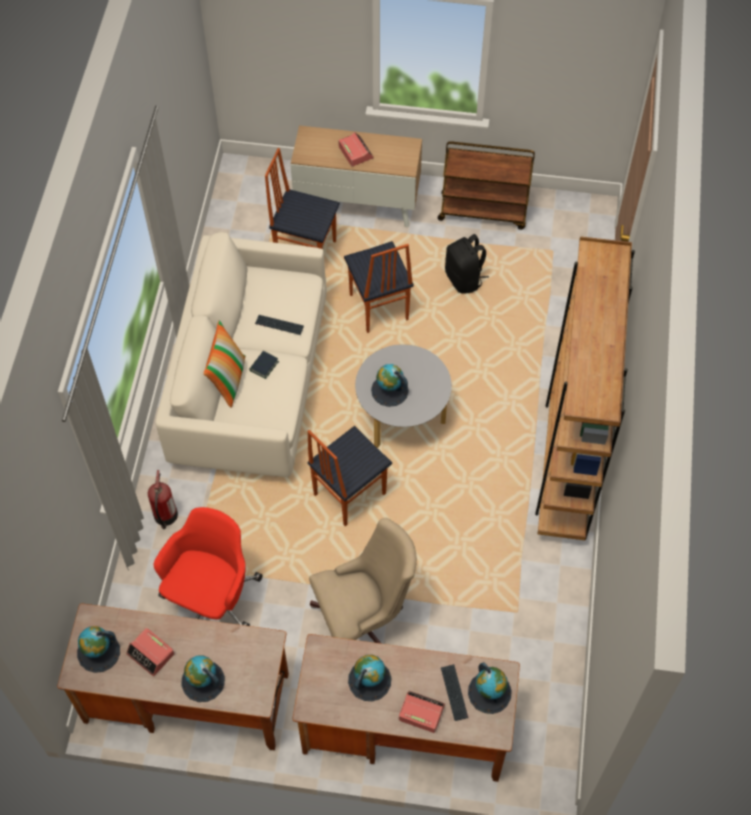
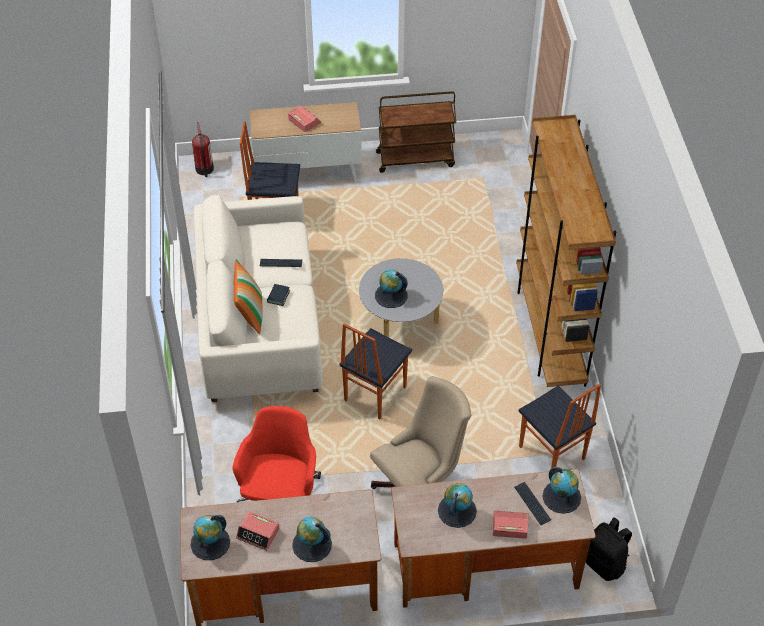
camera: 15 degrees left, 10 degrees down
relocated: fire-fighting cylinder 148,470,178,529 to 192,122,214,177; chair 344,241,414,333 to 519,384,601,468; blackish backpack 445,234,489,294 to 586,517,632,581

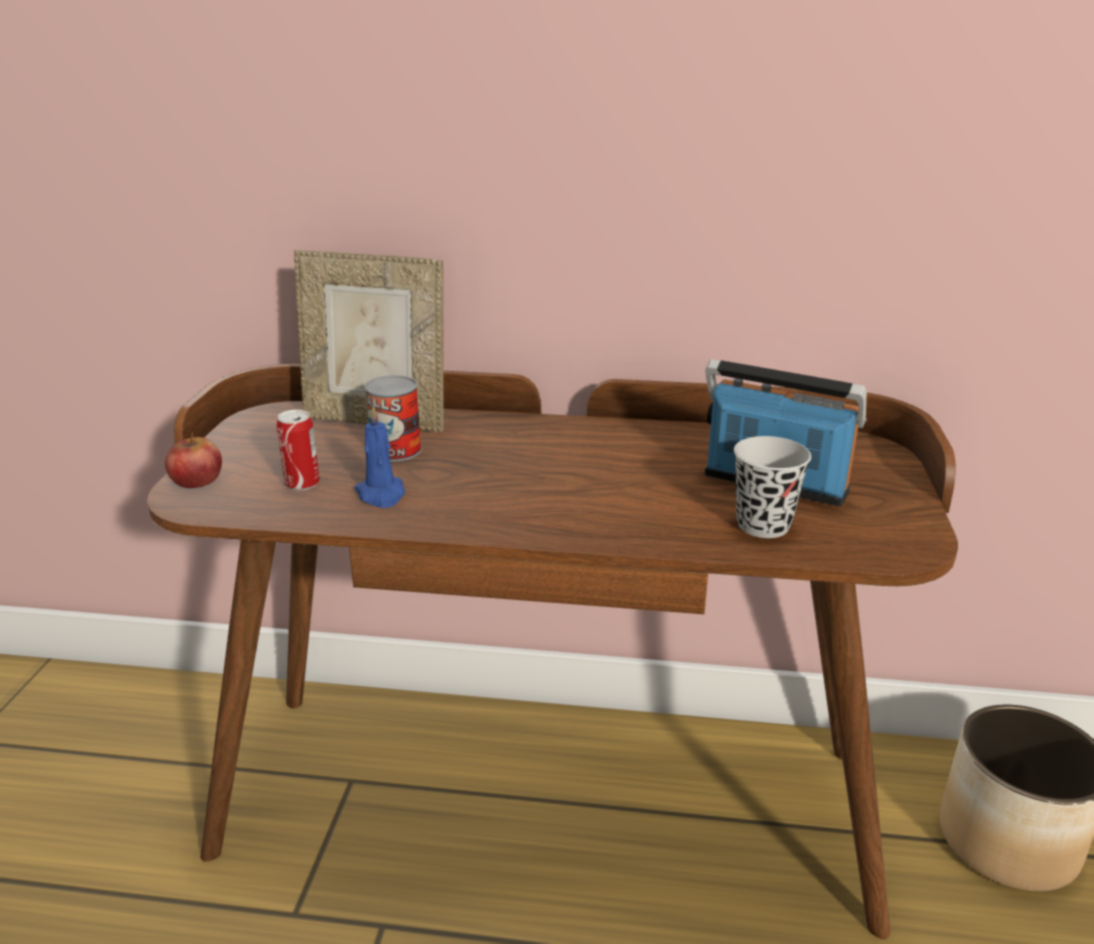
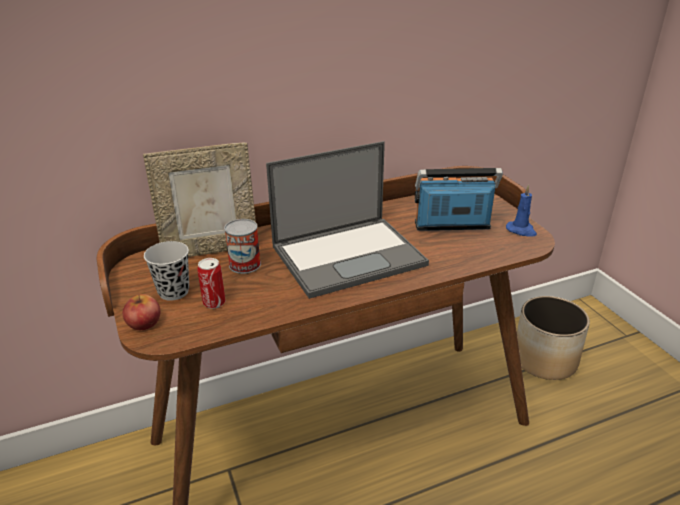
camera: 30 degrees left, 5 degrees up
appeared: portable computer 266,141,429,299
relocated: bluish candle 354,406,405,508 to 506,185,537,236; blackish small cup 734,436,811,538 to 144,241,189,301

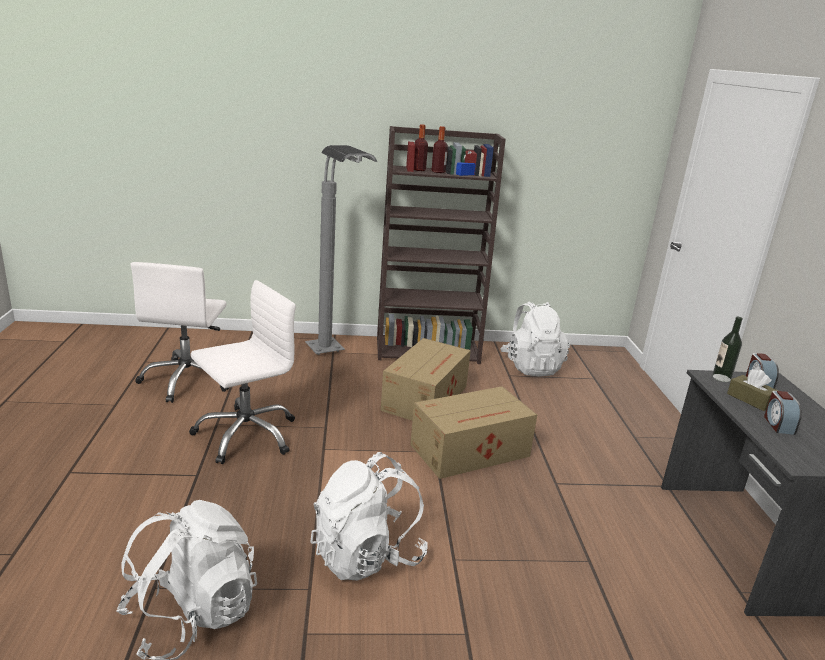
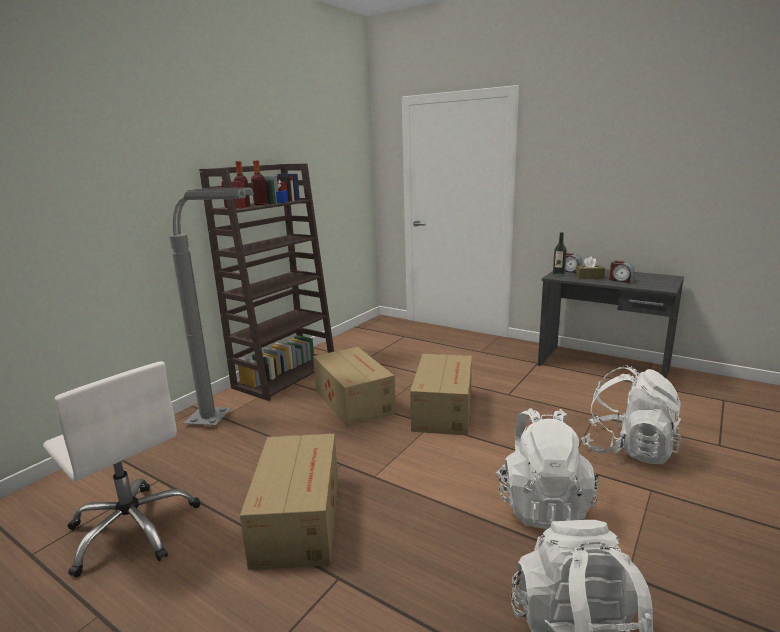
camera: 50 degrees left, 5 degrees down
relocated: white-coloured backpack 500,301,570,377 to 581,365,682,464
exchanged: white-coloured office chair 189,280,296,464 to cardboard box 240,433,338,570

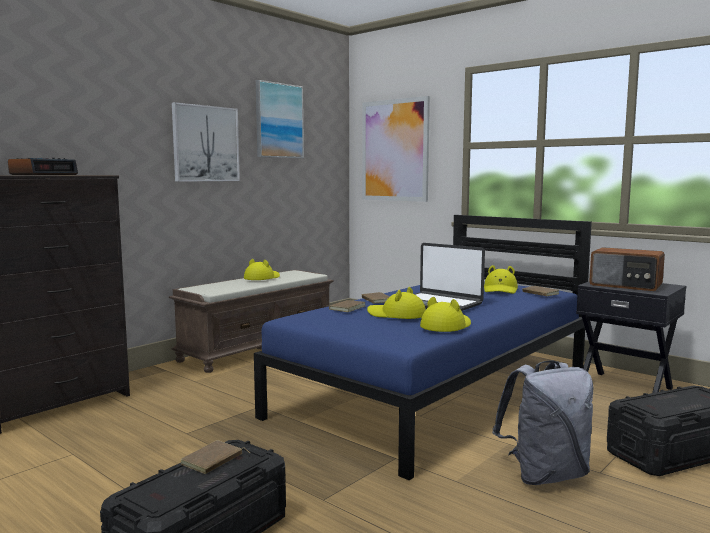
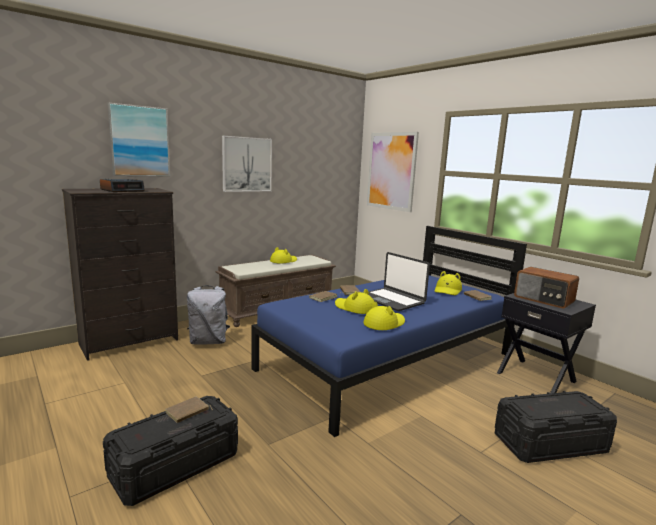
camera: 10 degrees right, 5 degrees up
relocated: wall picture 256,80,304,158 to 108,103,170,176; grey backpack 492,360,594,485 to 187,285,230,345

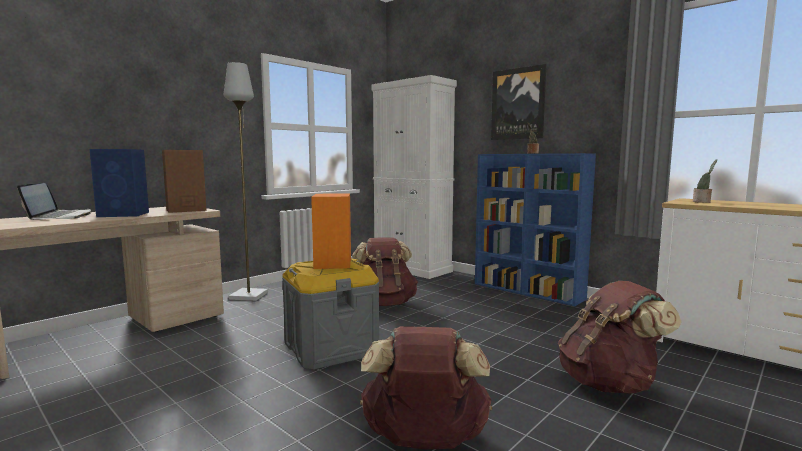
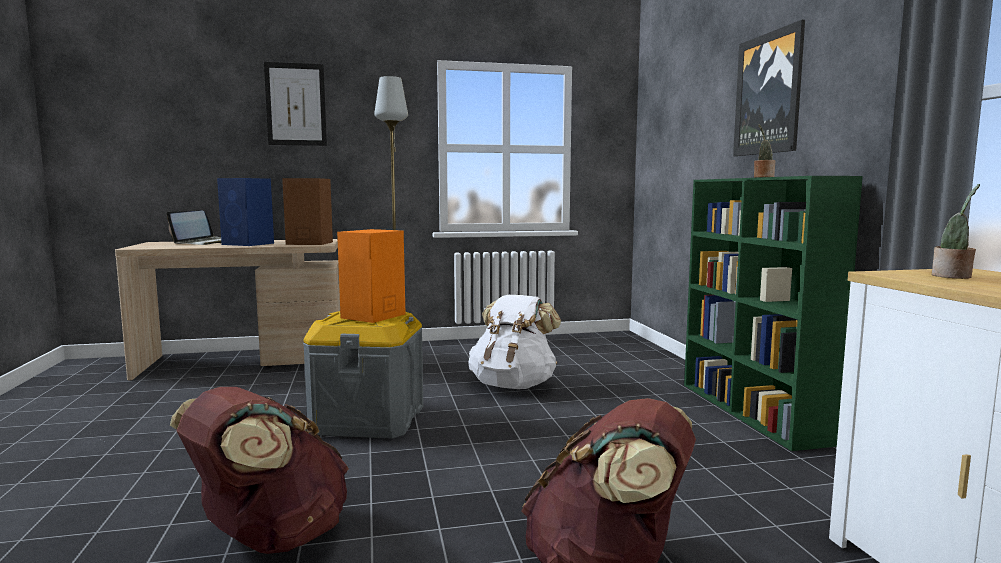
camera: 35 degrees right, 0 degrees up
missing: white-coloured cabinet 372,75,457,279
appeared: wall picture 264,62,327,146
colour: brown backpack 352,237,418,306 to white-coloured backpack 468,295,561,389; bluish bookshelf 475,153,596,306 to green-coloured bookshelf 684,176,863,451

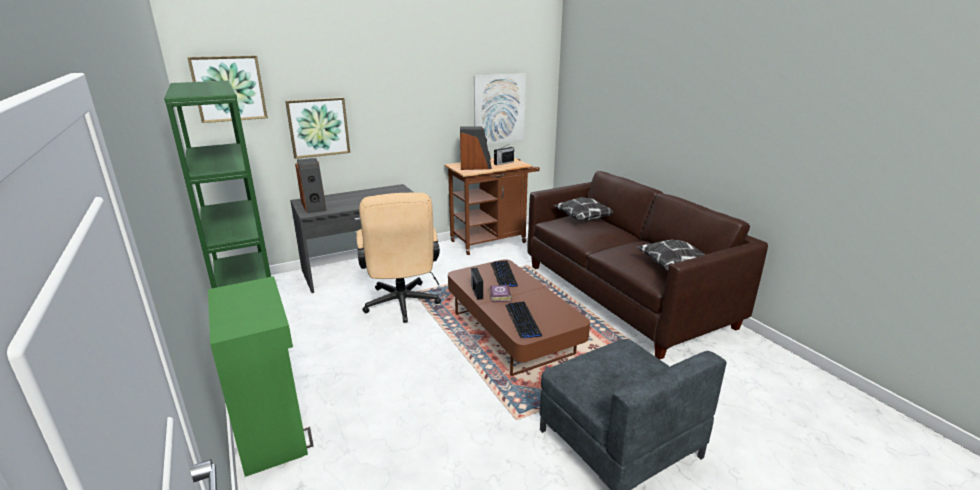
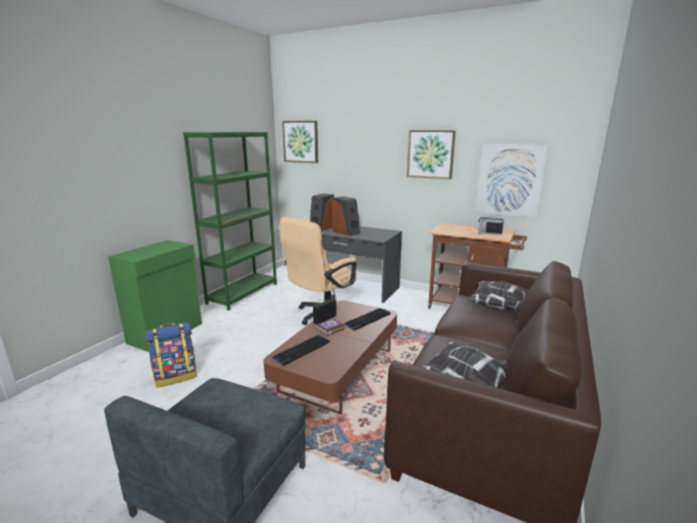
camera: 55 degrees right, 5 degrees down
appeared: backpack 146,322,197,387
relocated: wall picture 285,97,350,159 to 407,130,456,179; speaker 460,126,492,170 to 332,196,360,236

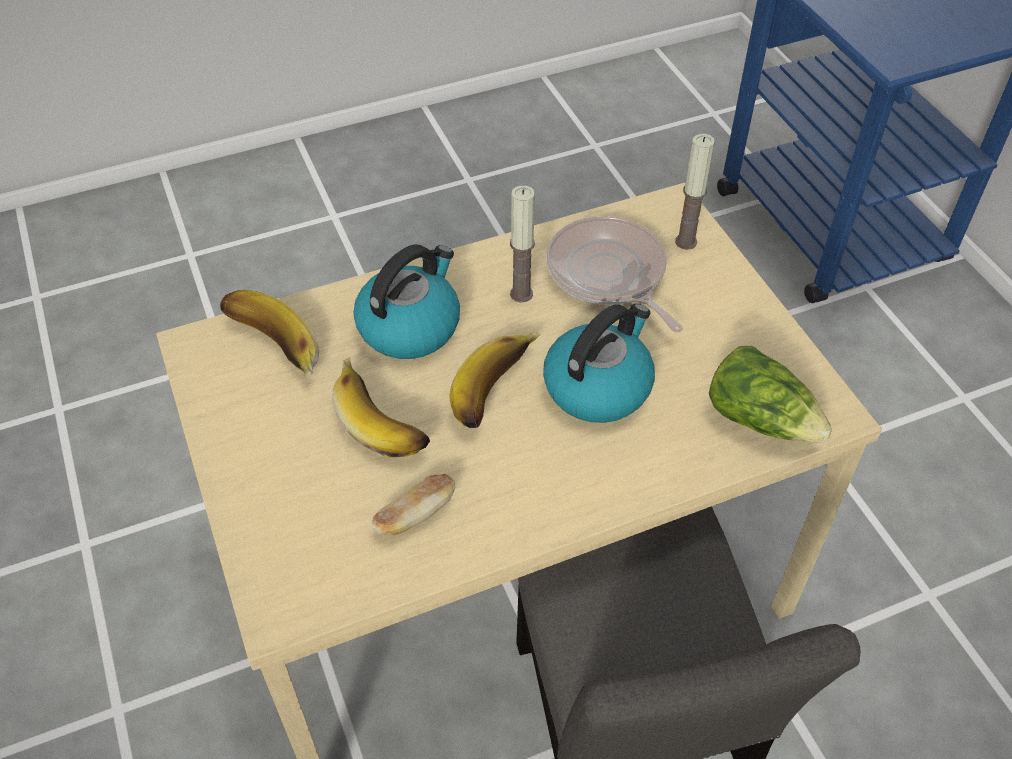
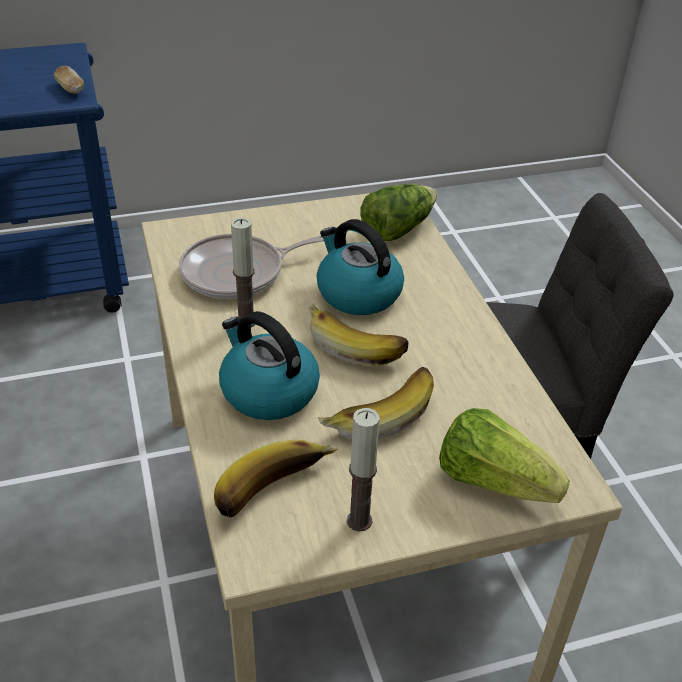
camera: 85 degrees left, 10 degrees down
appeared: lettuce 439,408,570,503
relocated: bread 371,474,455,536 to 54,66,84,94; candle 675,134,715,250 to 347,408,380,532

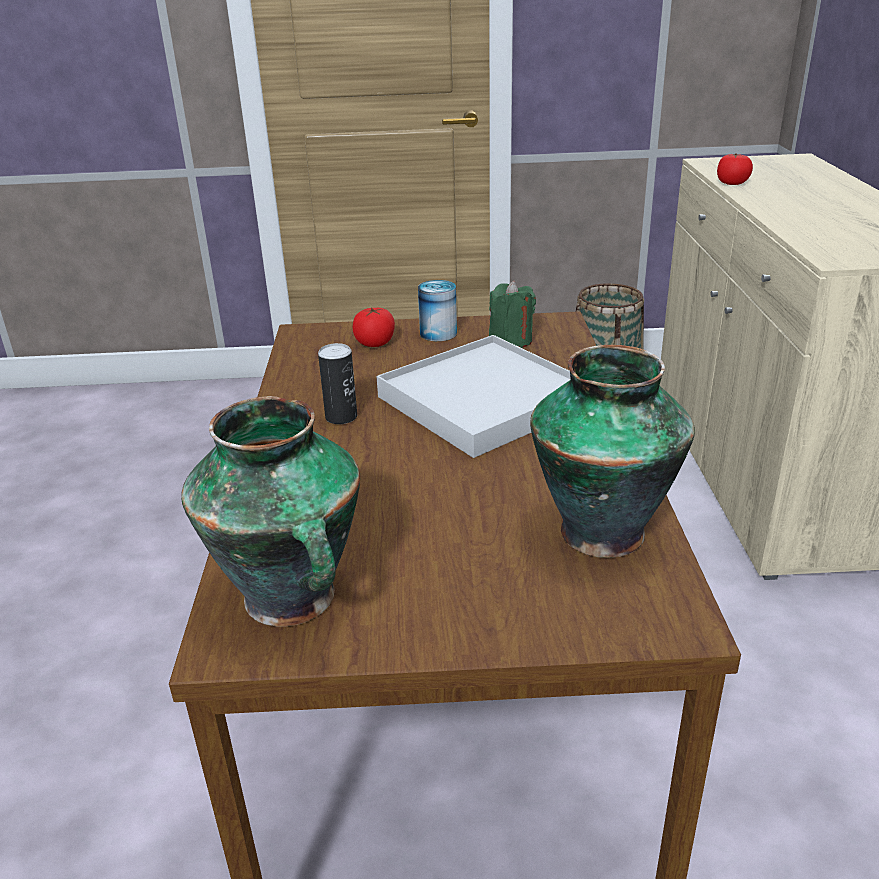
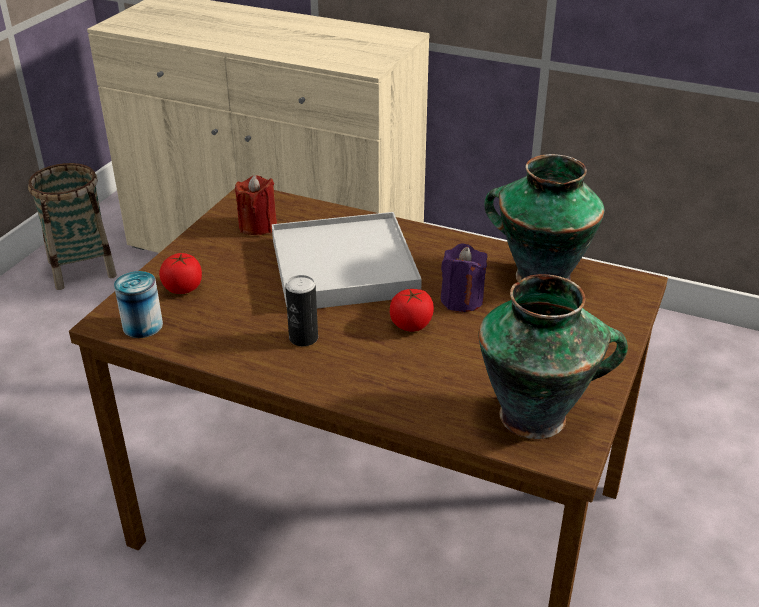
camera: 65 degrees left, 5 degrees up
appeared: purple candle 441,244,488,312
relocated: sealed can 418,280,457,341 to 114,271,163,338; tomato 717,153,753,185 to 390,289,434,331
colour: green-coloured candle 489,281,536,348 to reddish candle 235,175,277,235

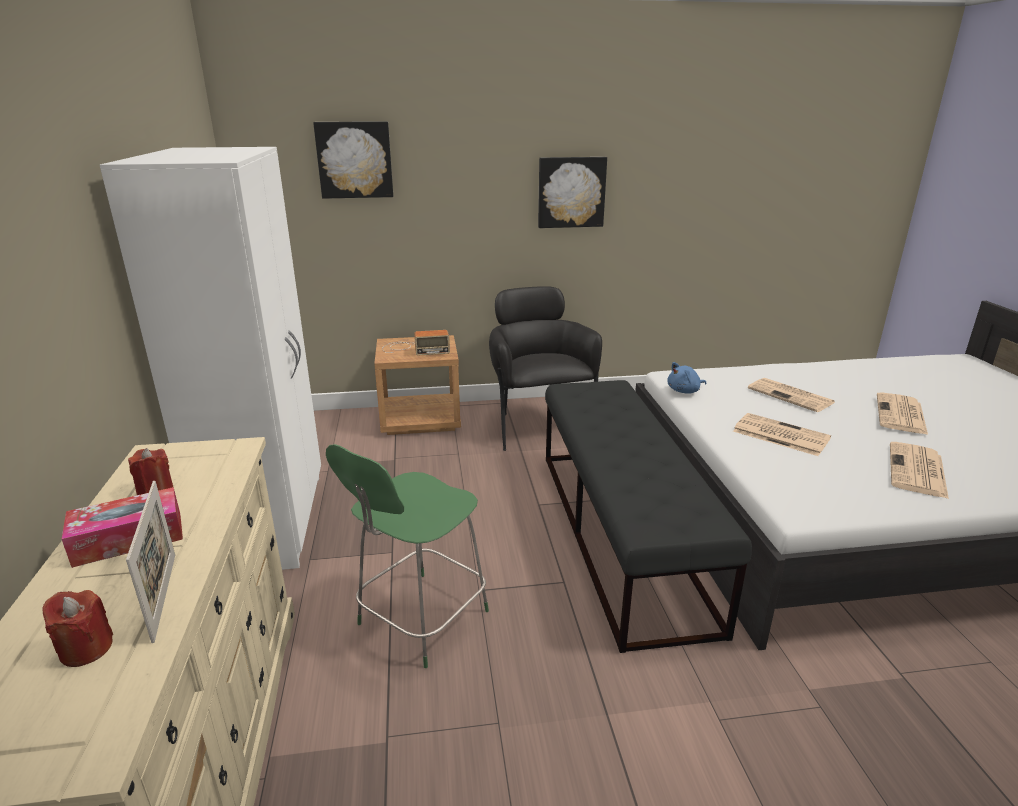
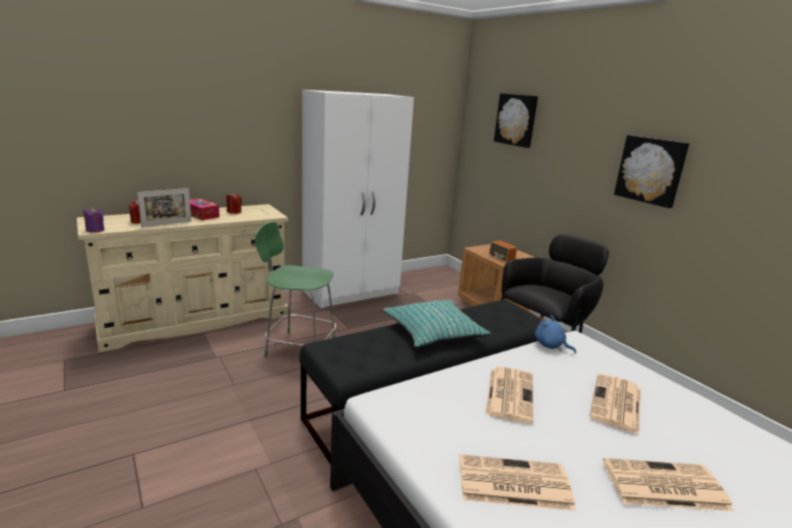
camera: 65 degrees right, 5 degrees down
appeared: purple candle 83,207,105,233; turquoise-coloured pillow 382,300,491,348

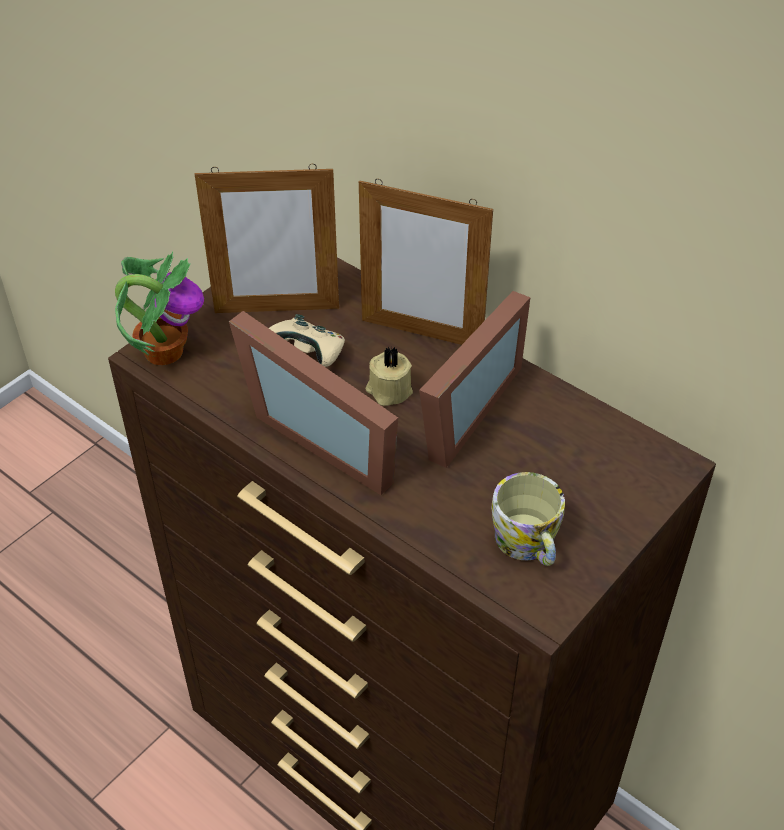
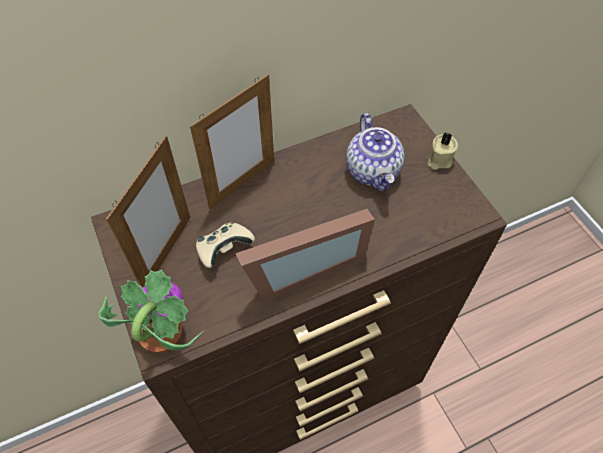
camera: 65 degrees left, 10 degrees up
missing: standing frame 419,291,530,468; coffee mug 492,472,565,566
appeared: teapot 346,113,404,191
relocated: beige-coloured candle 366,347,413,406 to 427,133,458,170

